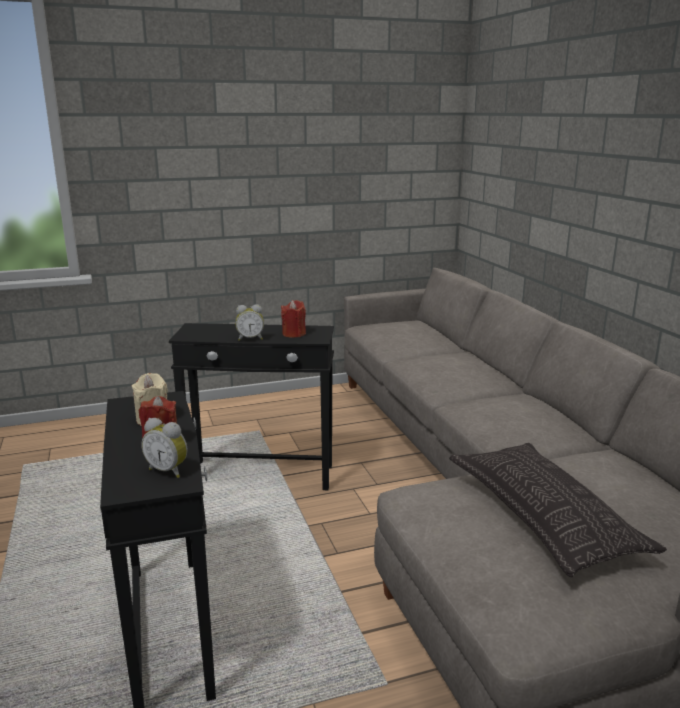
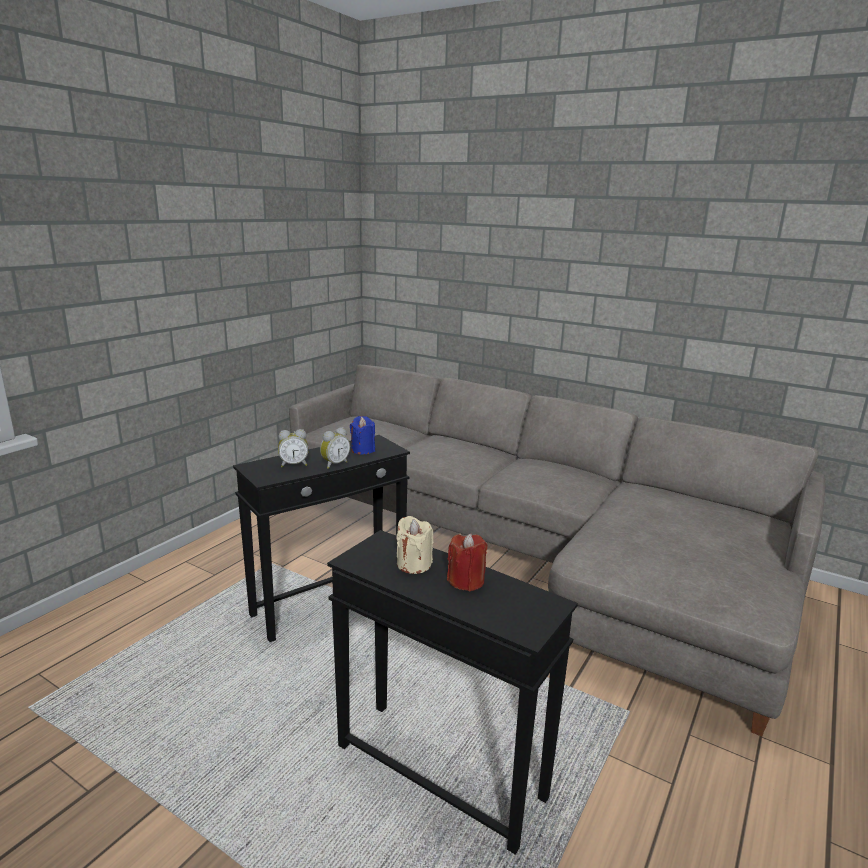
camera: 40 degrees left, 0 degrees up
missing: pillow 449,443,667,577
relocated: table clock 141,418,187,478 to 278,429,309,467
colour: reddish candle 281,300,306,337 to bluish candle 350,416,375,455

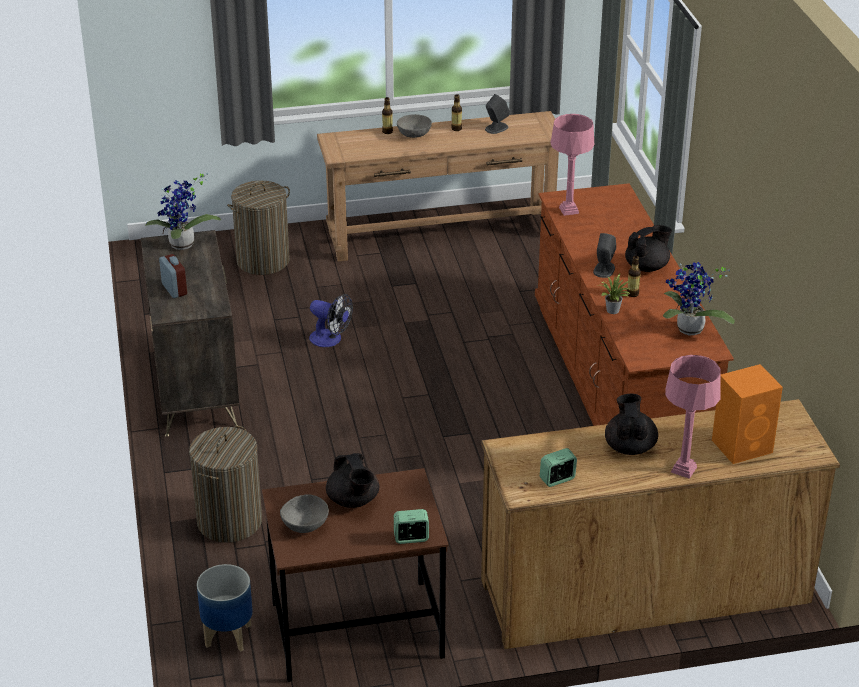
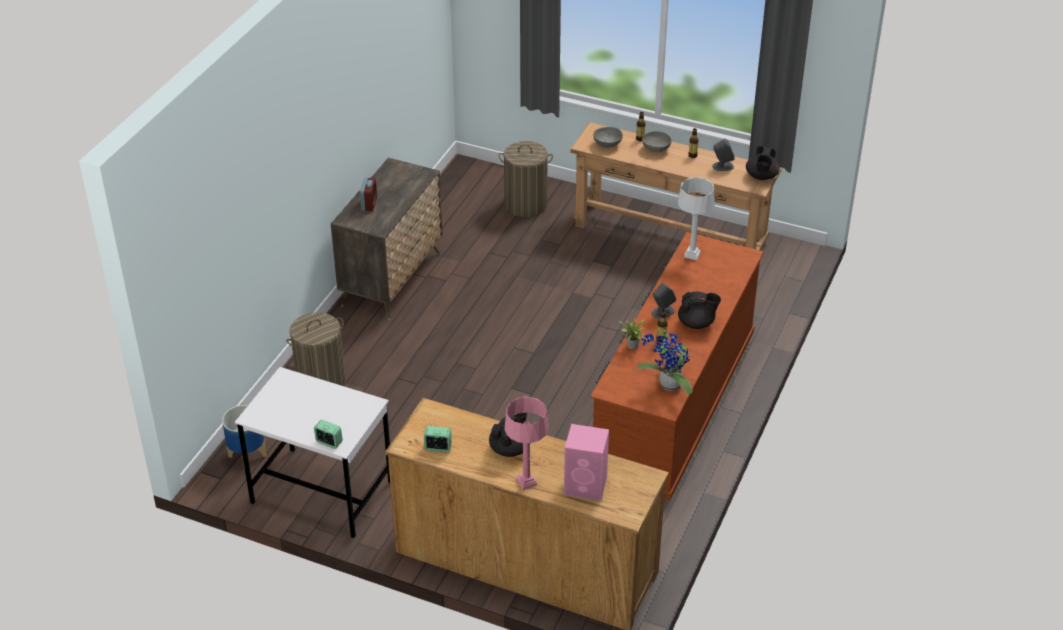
camera: 35 degrees right, 5 degrees up
missing: houseplant 145,173,221,250; electric fan 309,294,353,347
relocated: grey deep dish 280,494,329,533 to 593,127,623,148; blackish teapot 326,453,379,508 to 746,146,780,180
colour: brown desk 262,468,449,682 to white-coloured desk 235,367,390,538; pink table lamp 550,114,594,216 to white-coloured table lamp 678,177,715,260; orangey speaker 712,364,783,464 to pink speaker 564,424,609,501

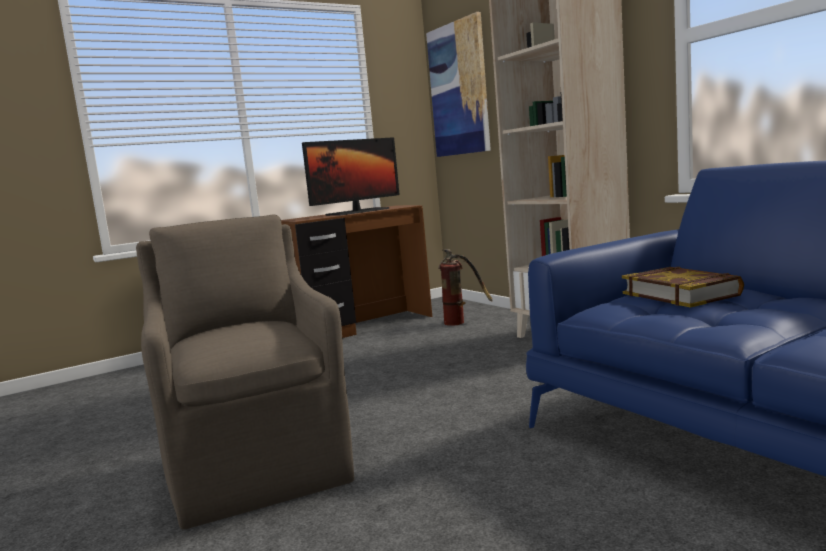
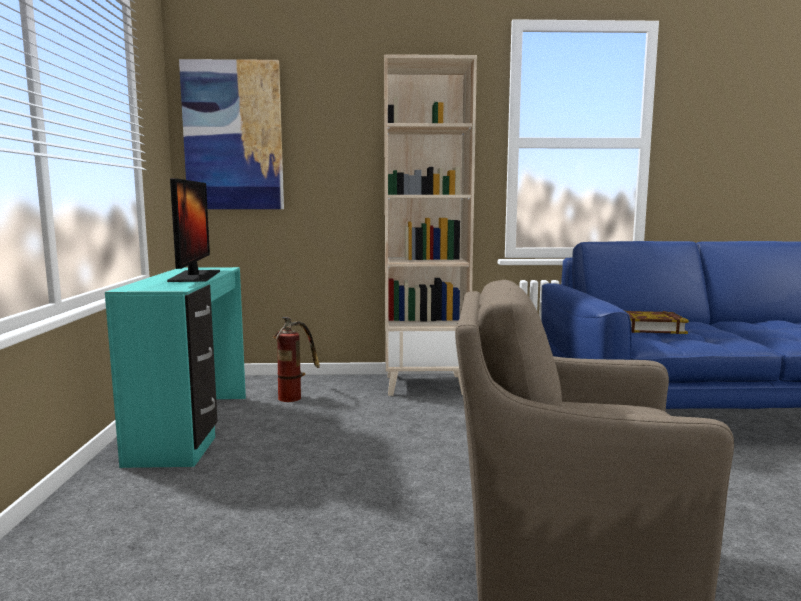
camera: 60 degrees left, 0 degrees up
colour: brown desk 281,205,432,338 to turquoise-coloured desk 105,267,246,468

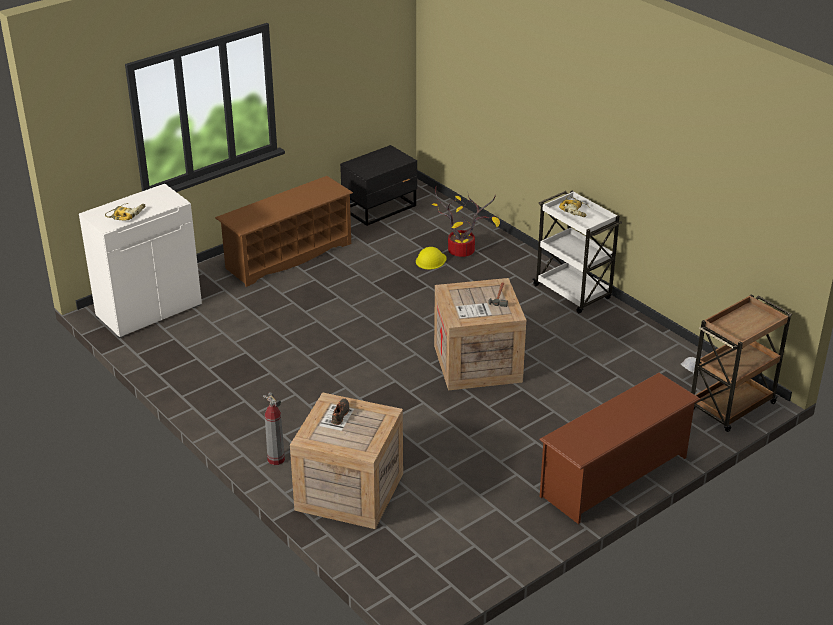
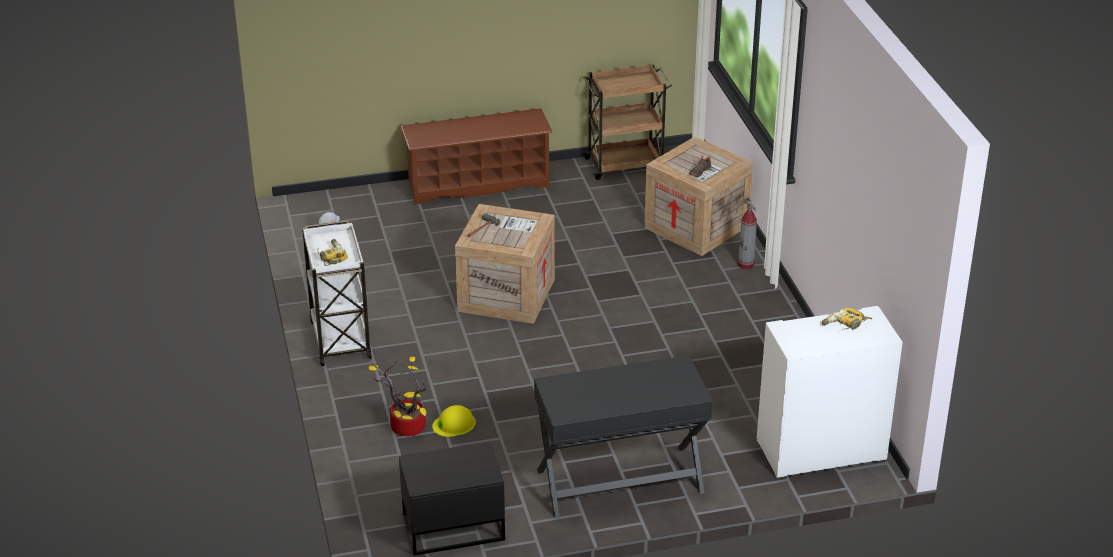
camera: 155 degrees left, 0 degrees up
relocated: brown trolley 691,294,792,432 to 582,65,672,180
exchanged: brown shoe shelf 215,176,353,287 to blackish desk 534,355,713,519

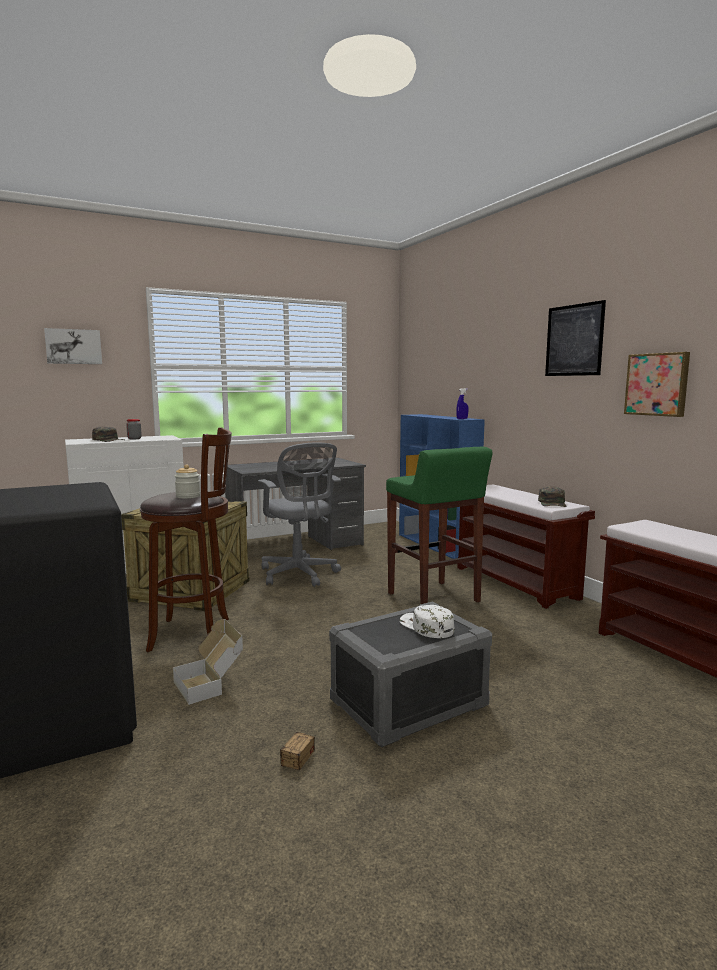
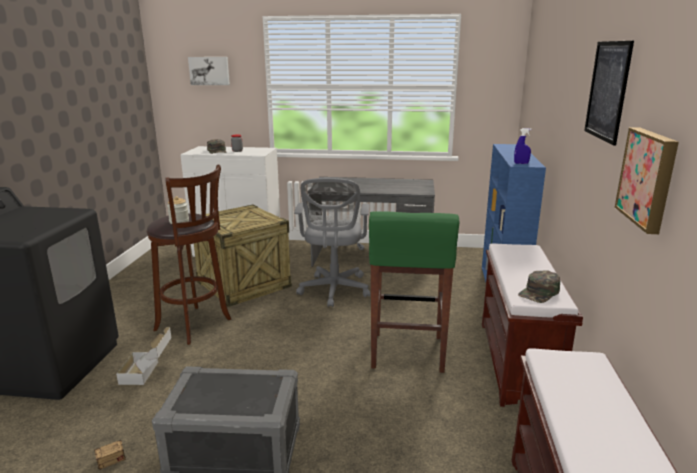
camera: 35 degrees right, 10 degrees up
missing: white-coloured peaked cap 400,605,454,638

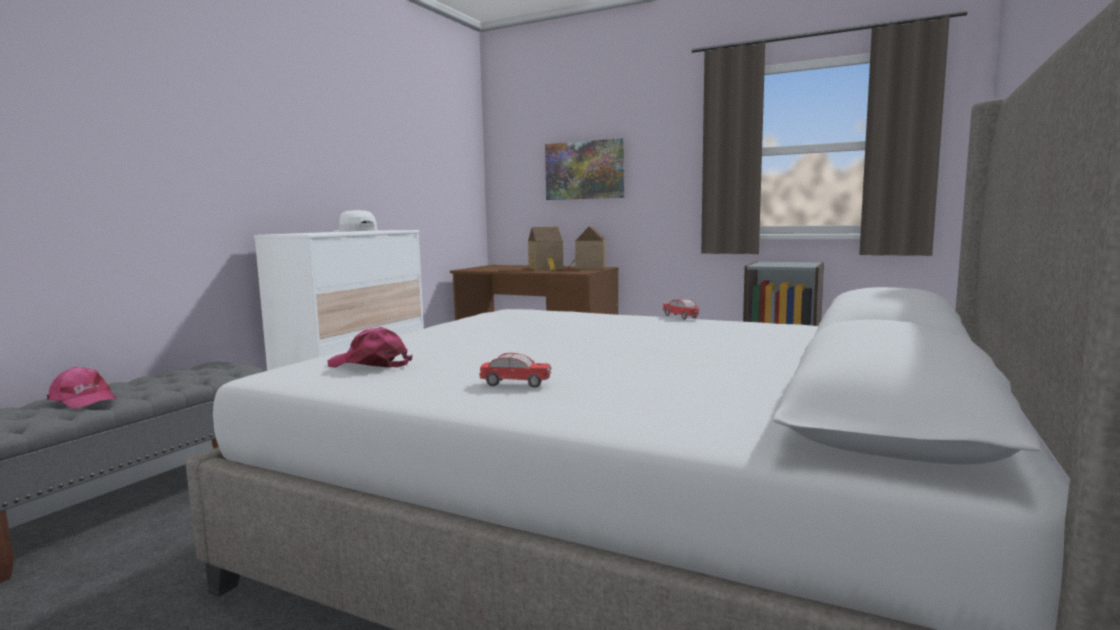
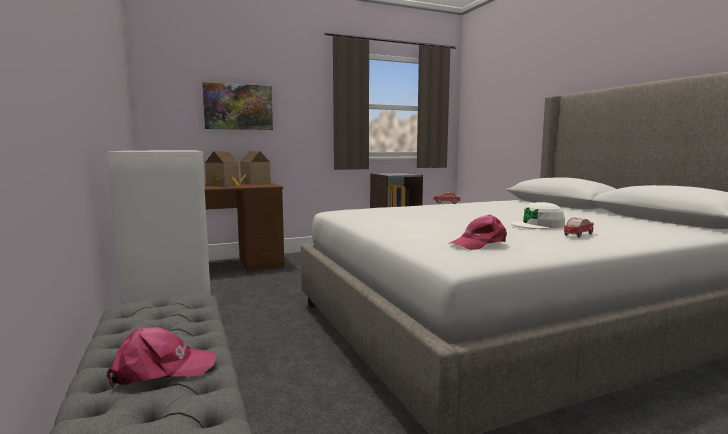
camera: 50 degrees left, 0 degrees up
relocated: white-coloured peaked cap 333,209,377,232 to 510,202,565,229

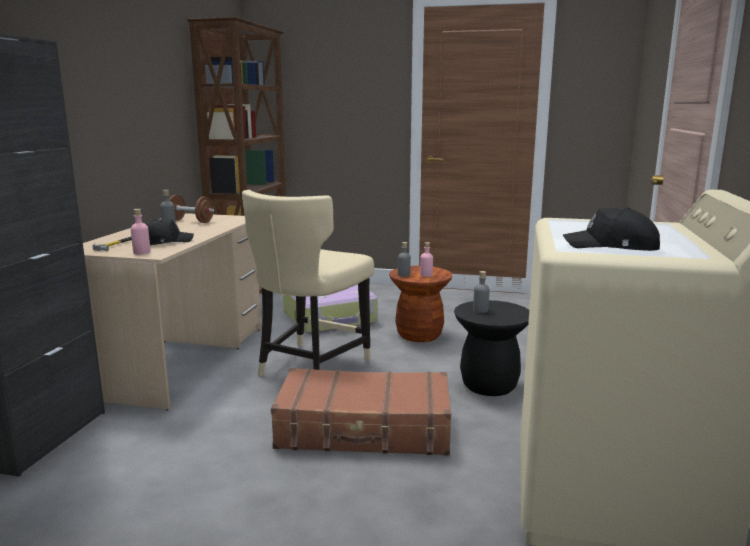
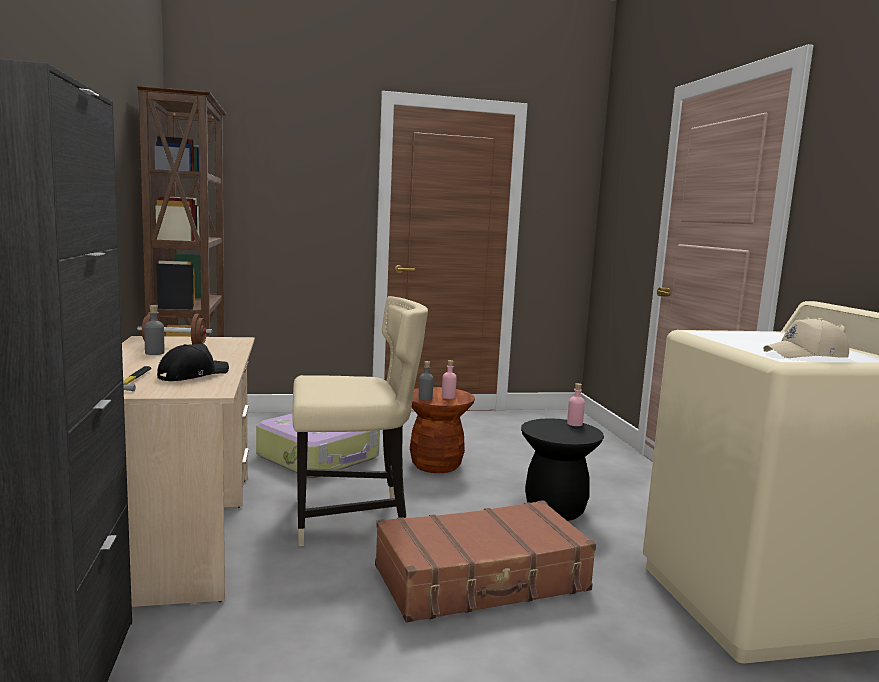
camera: 25 degrees left, 5 degrees down
missing: grey drink bottle 473,271,490,313
relocated: pink drink bottle 131,209,151,254 to 567,383,585,426
colour: blackish peaked cap 563,207,660,251 to beige-coloured peaked cap 763,318,849,358
spun: beige-coloured chair 242,190,374,377 = 292,296,428,546 105 degrees counterclockwise

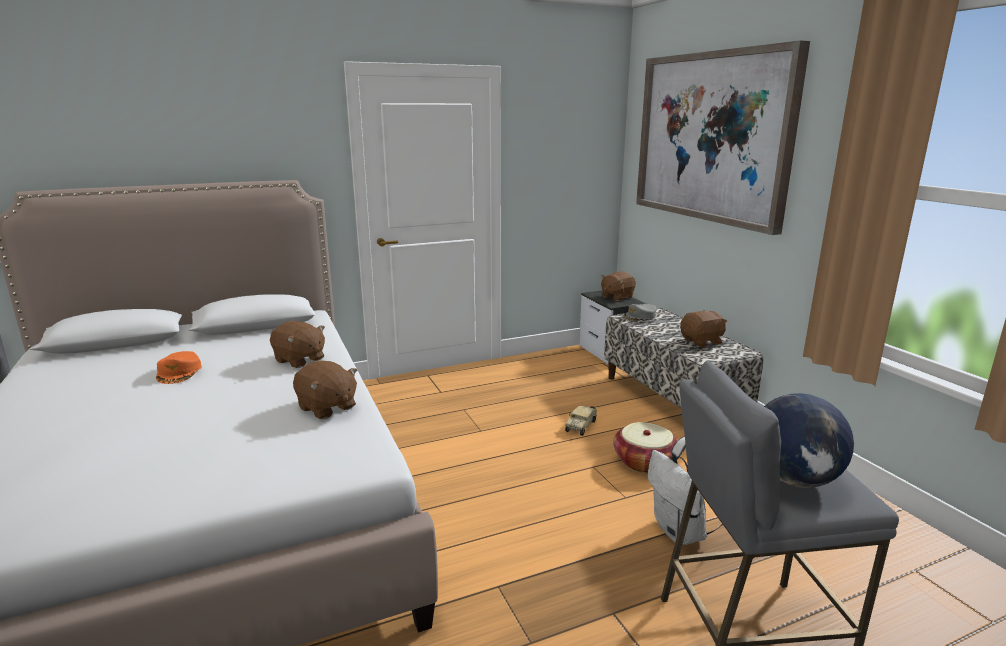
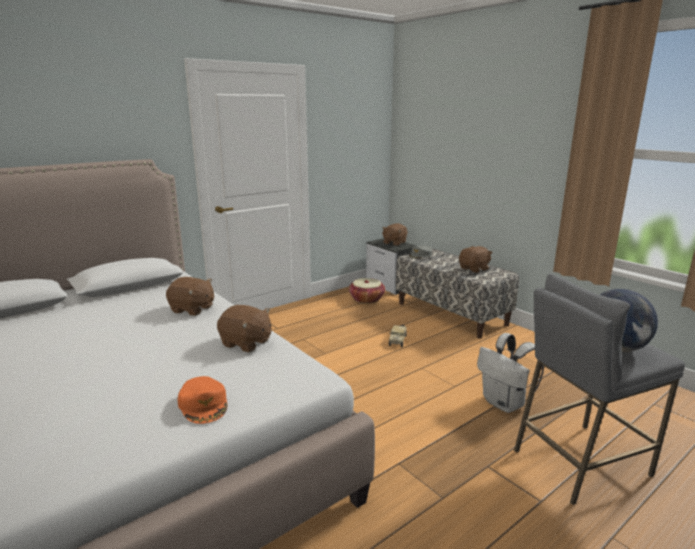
camera: 15 degrees left, 0 degrees up
missing: wall picture 636,40,810,235
relocated: orangey peaked cap 156,351,202,384 to 177,376,227,424; storage basket 613,422,678,473 to 349,278,385,304

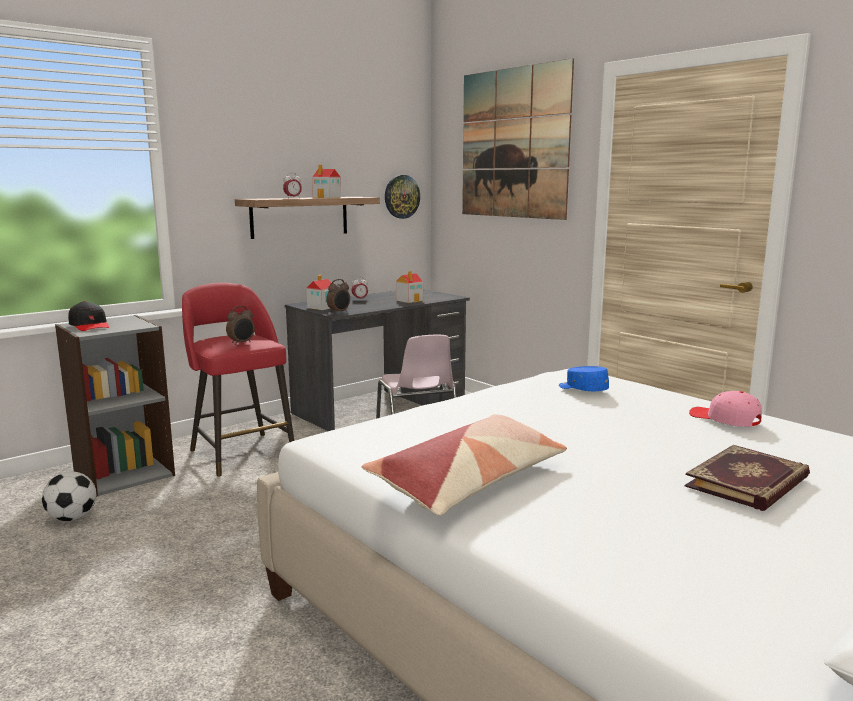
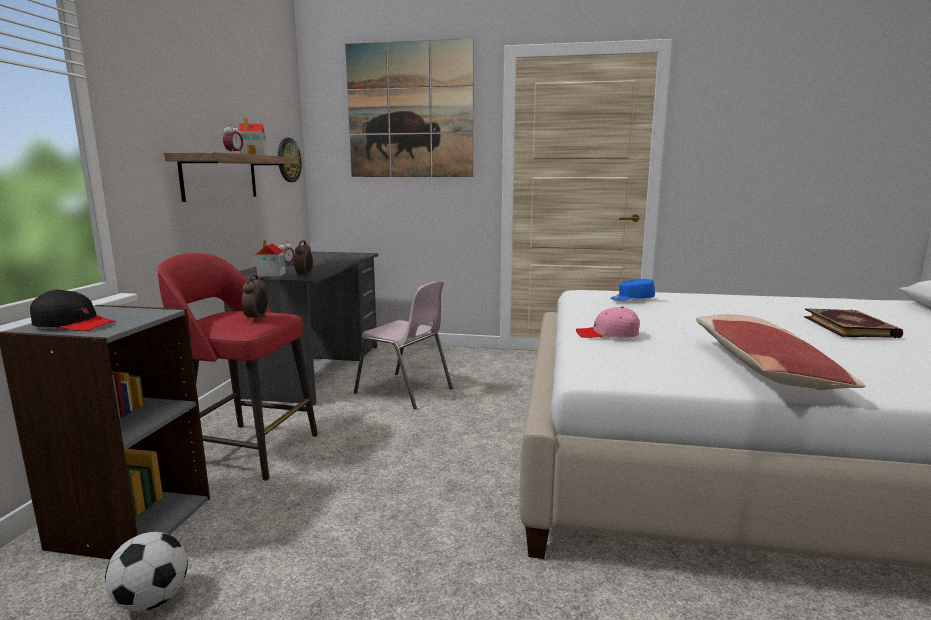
camera: 40 degrees left, 0 degrees up
missing: model house 396,271,423,303
relocated: pink peaked cap 689,391,762,427 to 576,307,640,338

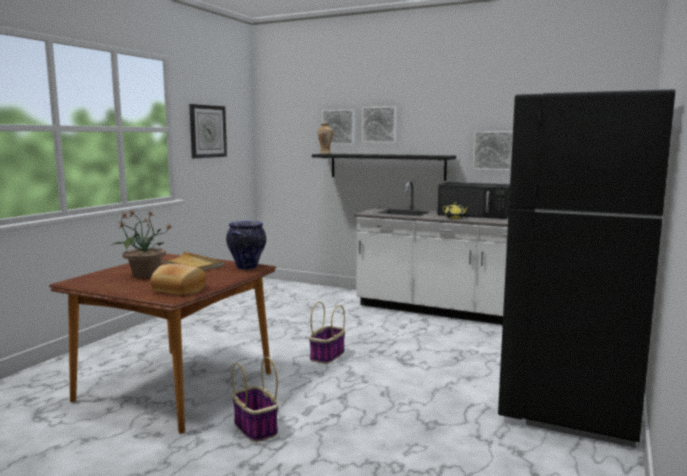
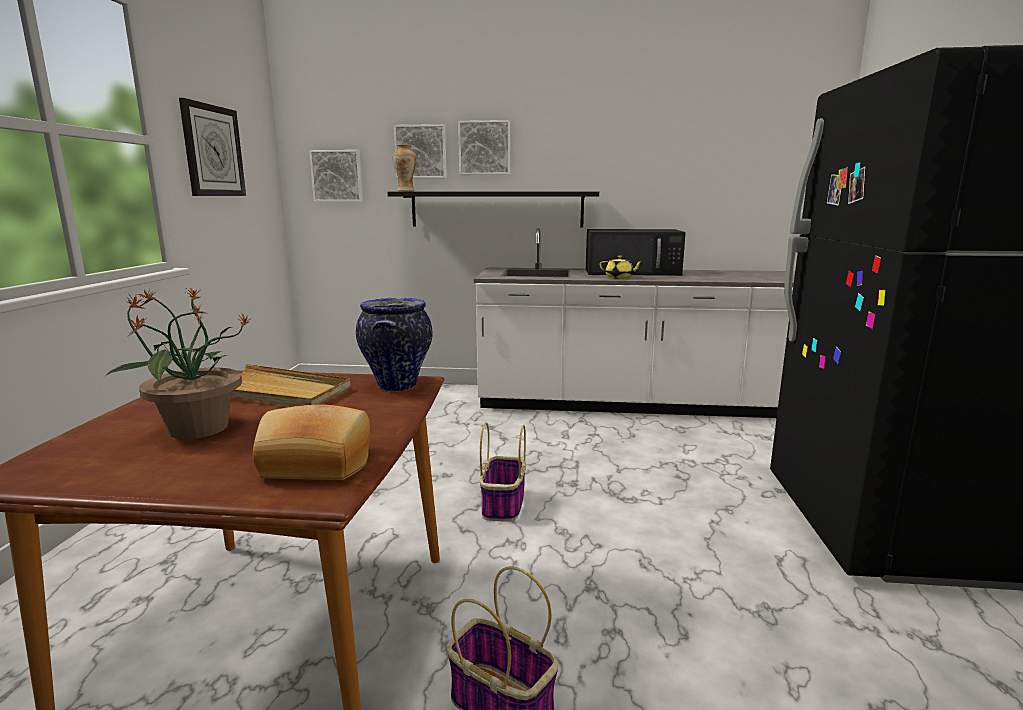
camera: 20 degrees left, 5 degrees up
relocated: wall picture 473,131,513,171 to 309,150,363,202

